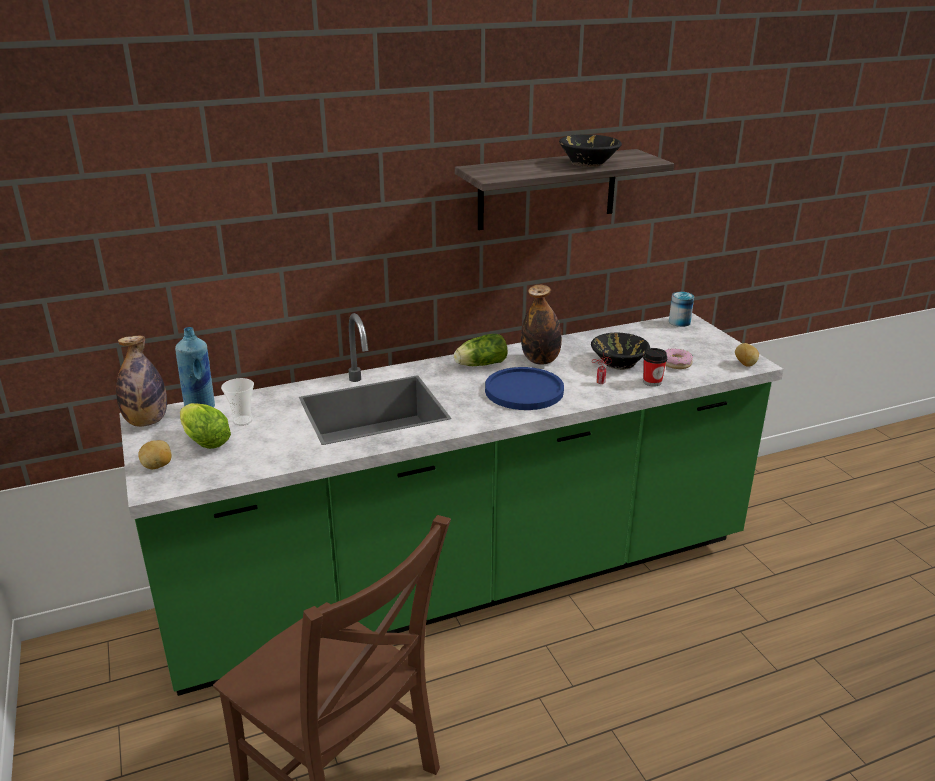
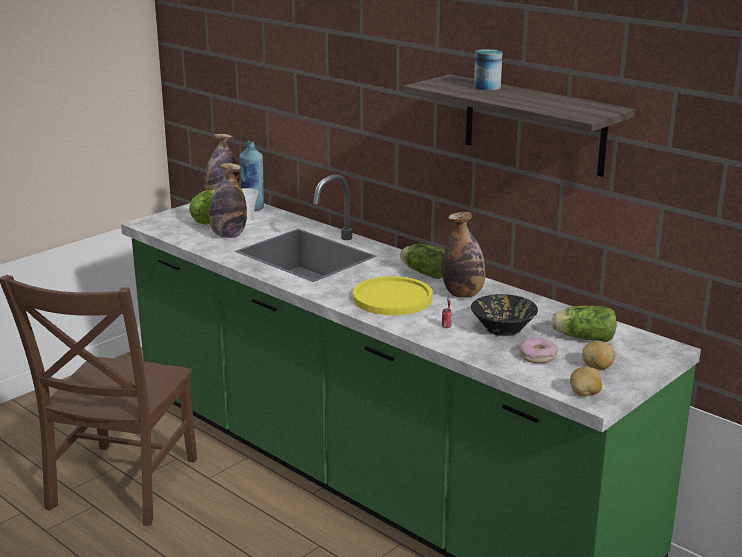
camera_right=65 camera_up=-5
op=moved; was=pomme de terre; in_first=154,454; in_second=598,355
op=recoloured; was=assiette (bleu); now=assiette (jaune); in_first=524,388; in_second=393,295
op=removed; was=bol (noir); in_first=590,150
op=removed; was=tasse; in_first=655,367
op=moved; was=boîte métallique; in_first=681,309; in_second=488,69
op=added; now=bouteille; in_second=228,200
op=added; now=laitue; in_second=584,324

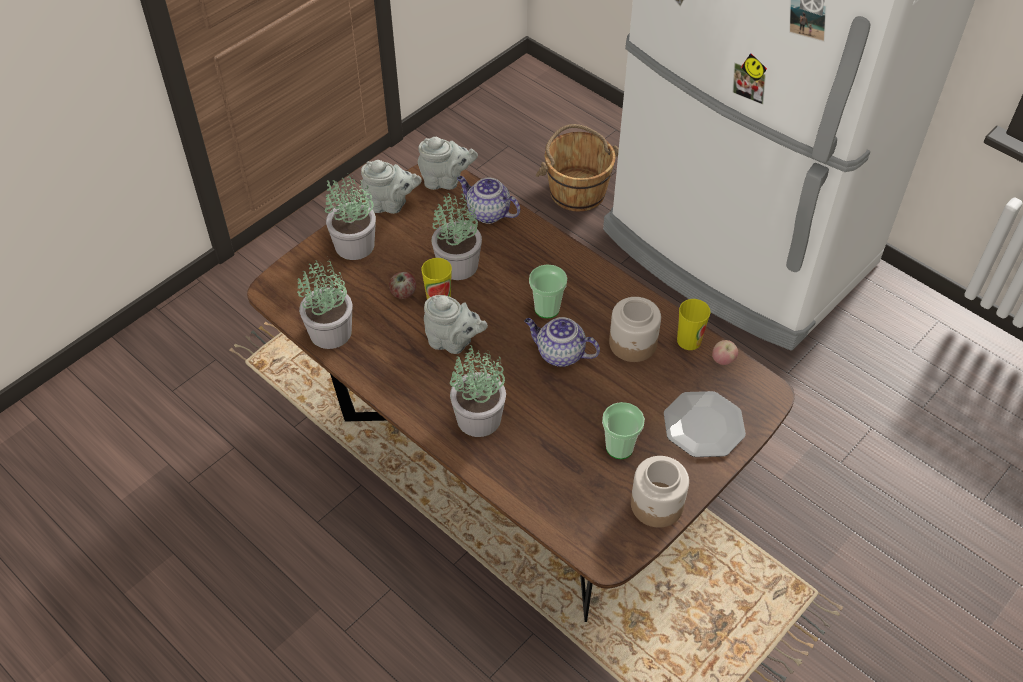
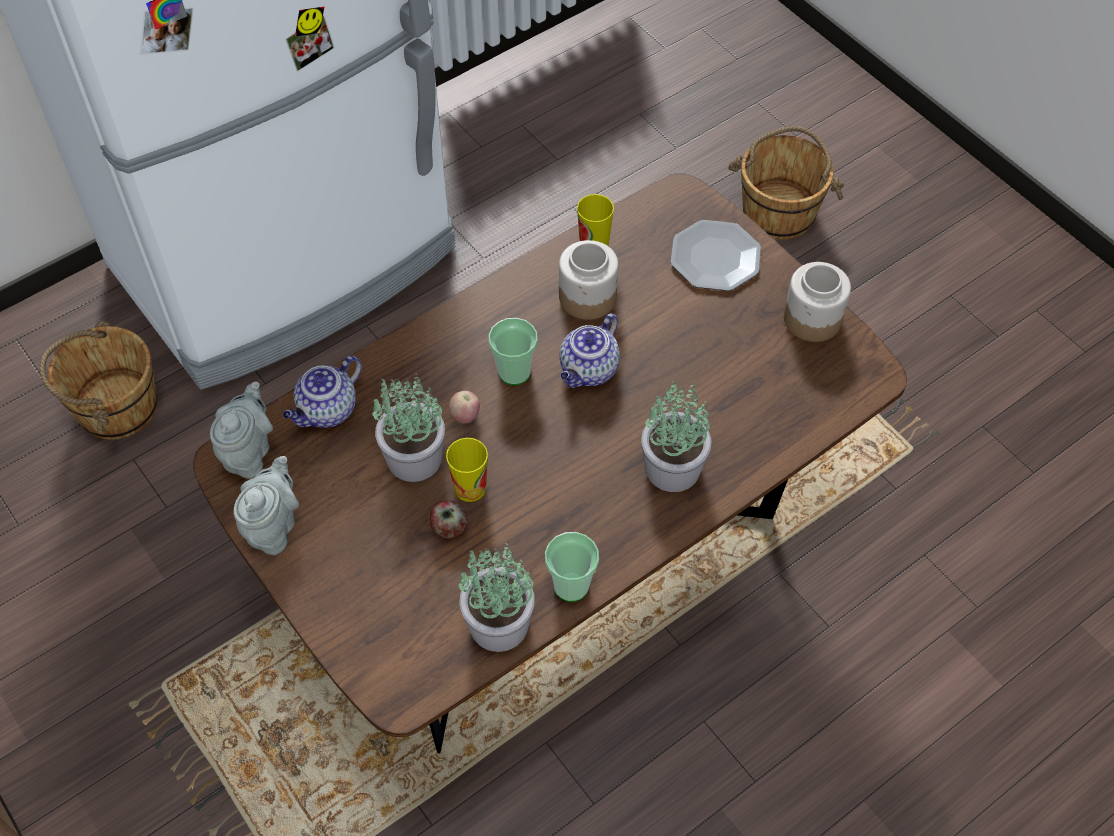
camera_right=-80 camera_up=5
op=removed; was=plante en pot; in_first=350,216
op=removed; was=théière (gris); in_first=456,324
op=moved; was=tasse; in_first=623,430; in_second=572,567
op=moved; was=pomme; in_first=725,352; in_second=464,407
op=added; now=seau (marron); in_second=786,183

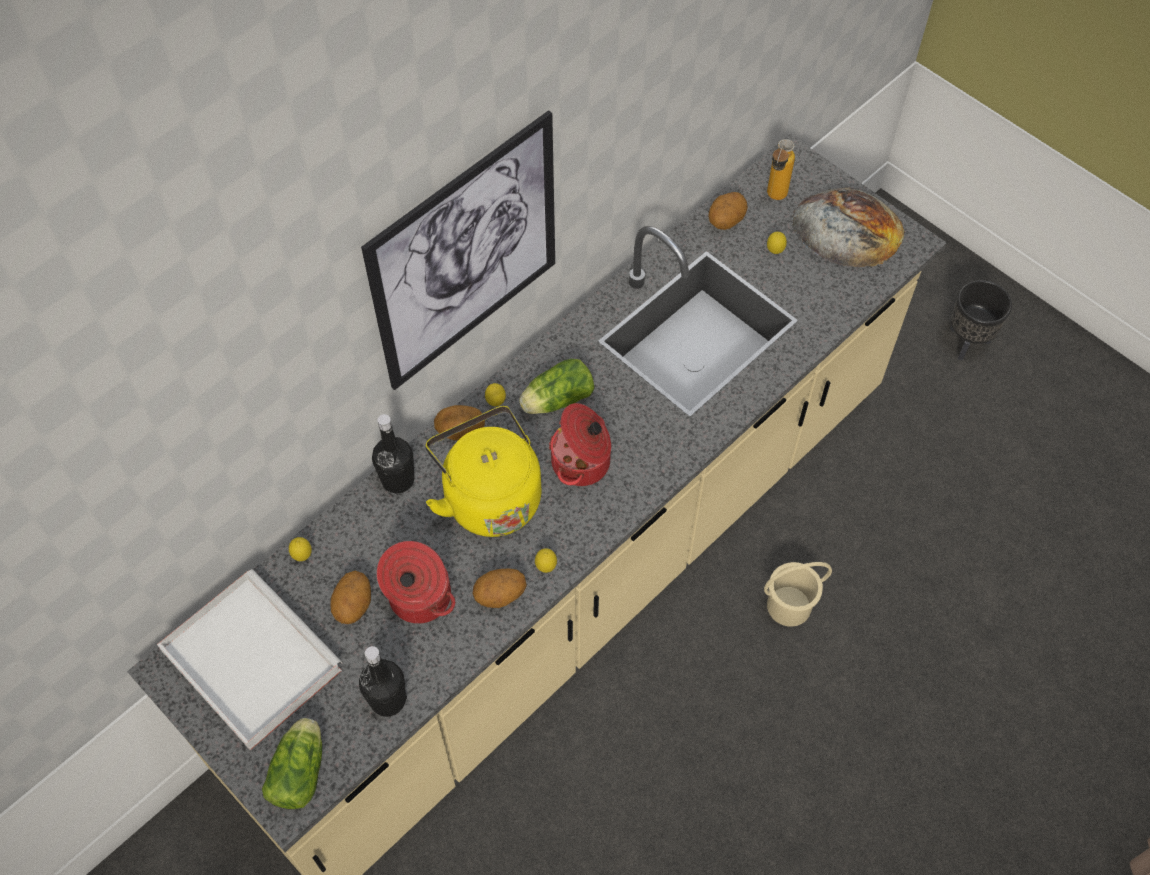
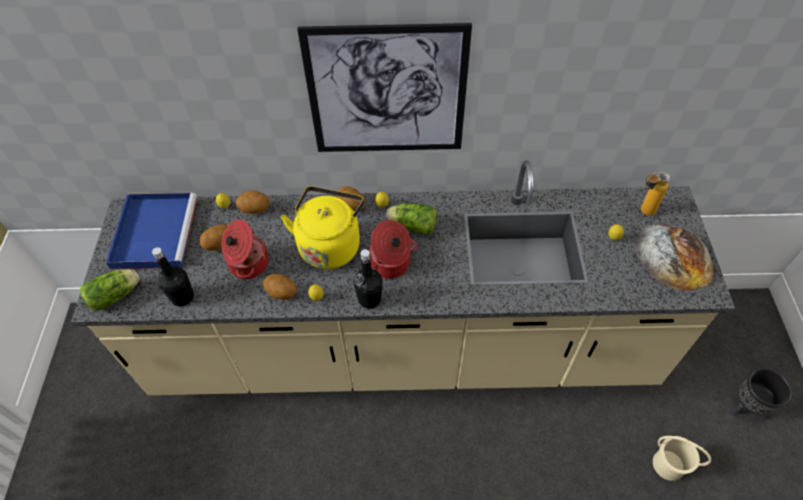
camera_right=45 camera_up=-5
op=recoloured; was=plateau (blanc); now=plateau (bleu); in_first=249,659; in_second=151,231
op=moved; was=bouteille (noir); in_first=393,453; in_second=368,279
op=moved; was=pomme de terre; in_first=728,211; in_second=252,202
op=moved; was=seau (beige); in_first=798,594; in_second=682,458

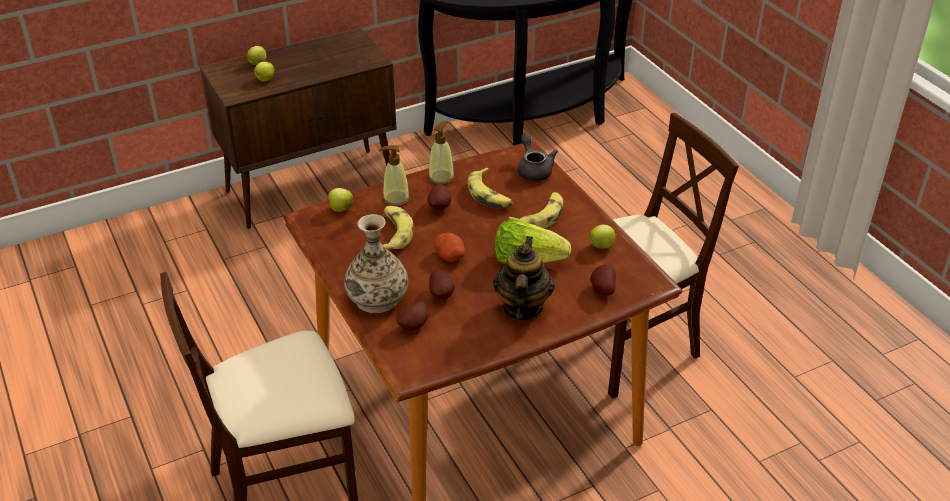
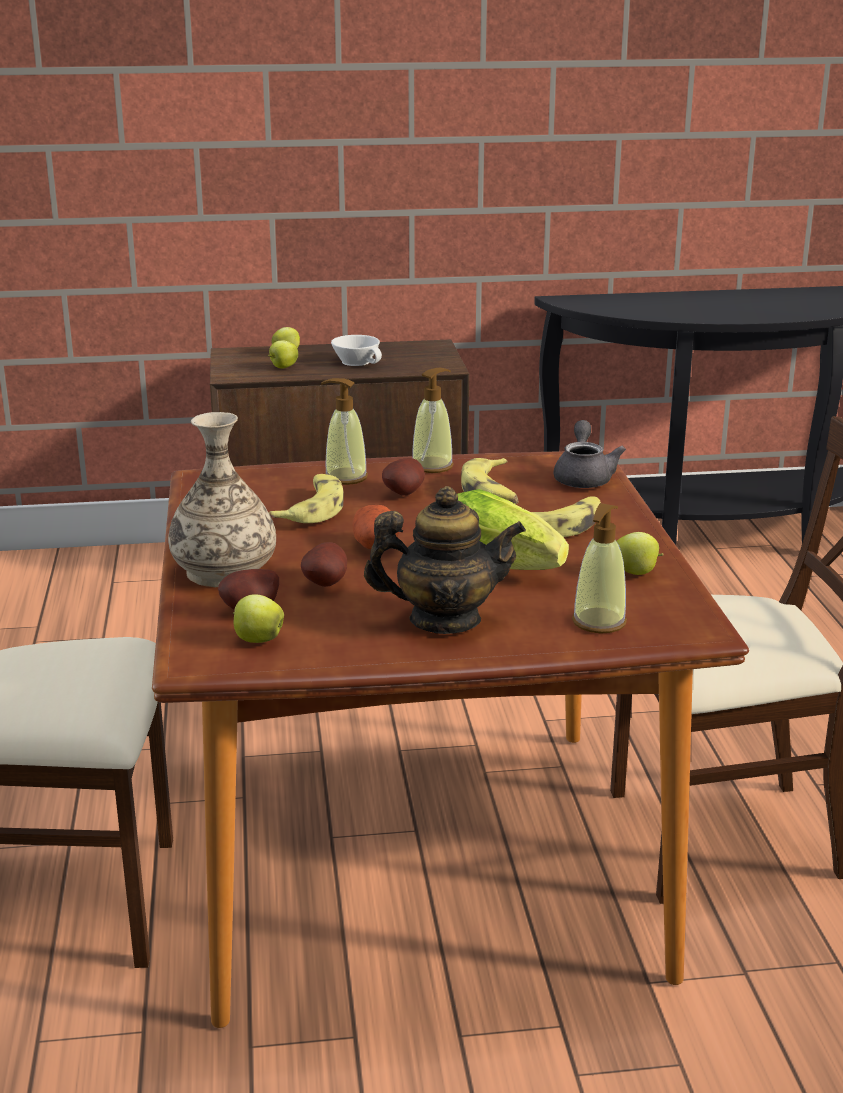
camera_right=20 camera_up=-15
op=moved; was=pomme; in_first=339,200; in_second=258,618
op=turned; was=théière; in_first=524,278; in_second=445,560; clockwise=60
op=replaced; was=pomme de terre; now=distributeur de savon; in_first=603,280; in_second=599,568
op=added; now=tasse (blanc); in_second=356,350

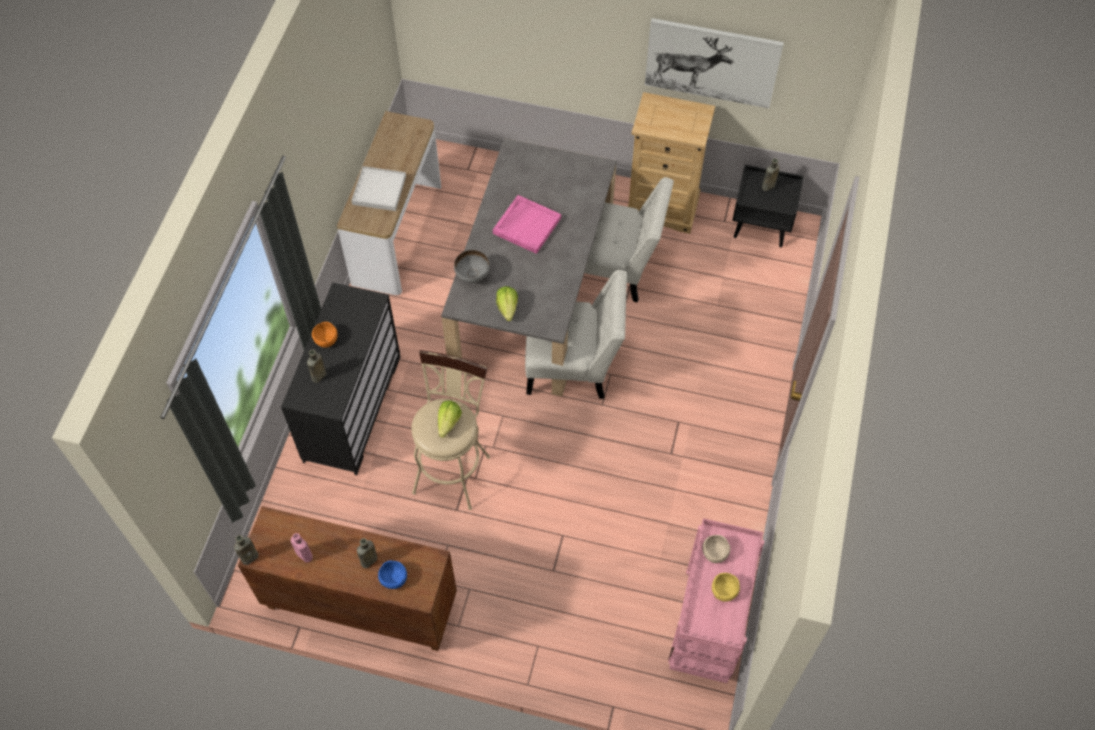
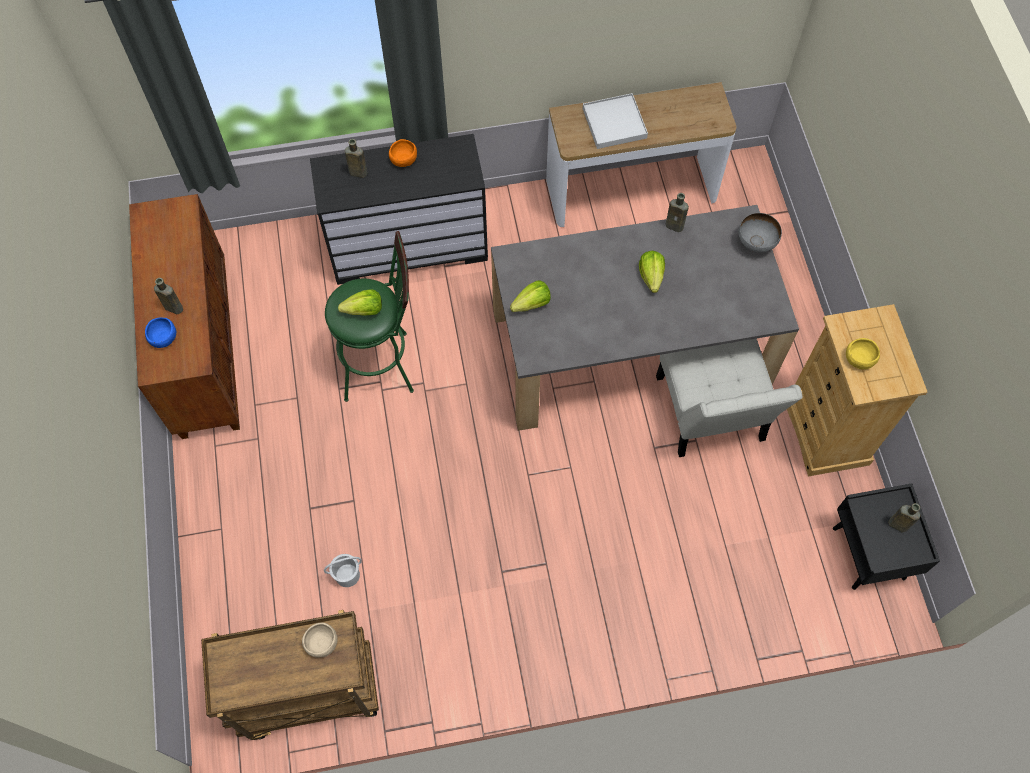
camera_right=65 camera_up=5
op=moved; was=bouteille (marron); in_first=246,550; in_second=677,212
op=removed; was=bouteille (rose); in_first=302,548
op=recoloured; was=tabouret (beige); now=tabouret (vert); in_first=450,430; in_second=369,316
op=moved; was=bol (gris); in_first=472,266; in_second=760,233
op=replaced; was=plateau (rose); now=laitue; in_first=527,224; in_second=652,272
op=removed; was=chaise (blanc); in_first=576,334
op=removed; was=tableau; in_first=714,63
op=recoloured; was=chariot (rose); now=chariot (marron); in_first=716,600; in_second=290,675
op=moved; was=bol (jaune); in_first=726,587; in_second=863,353
op=added; now=seau (blanc); in_second=343,570

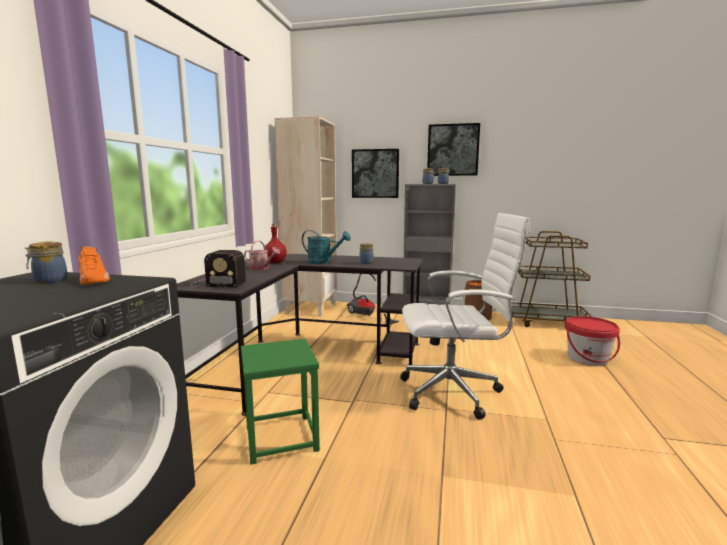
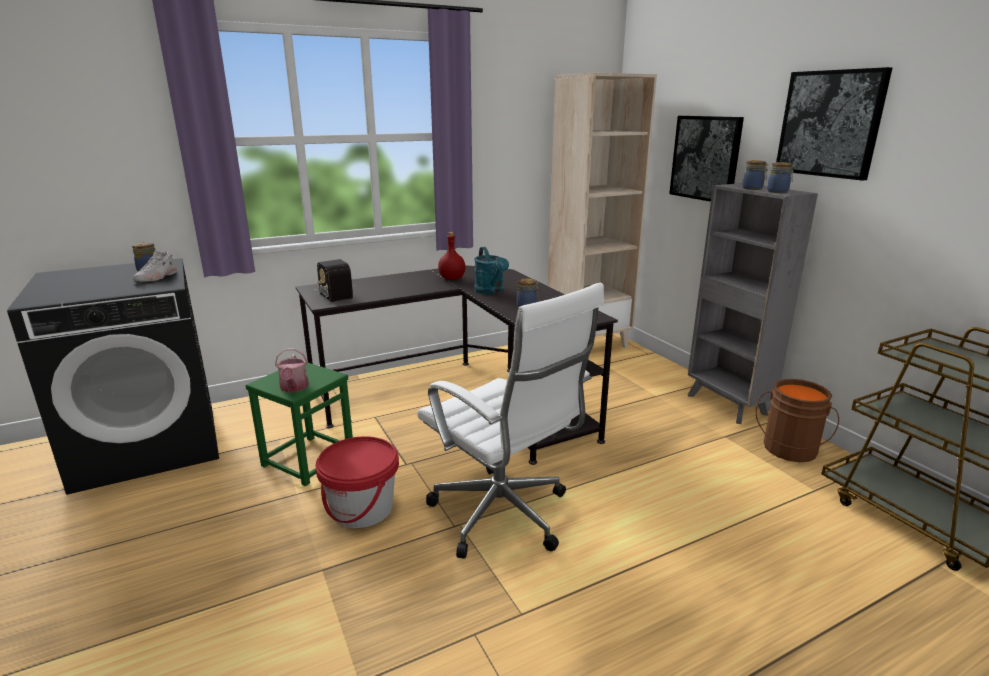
camera_right=50 camera_up=10
op=recoloured; was=chaussure (orange); now=chaussure (blanc); in_first=94,266; in_second=155,266
op=moved; was=arrosoir; in_first=262,255; in_second=292,370
op=removed; was=aspirateur; in_first=373,299
op=moved; was=seau (rouge); in_first=592,341; in_second=357,482

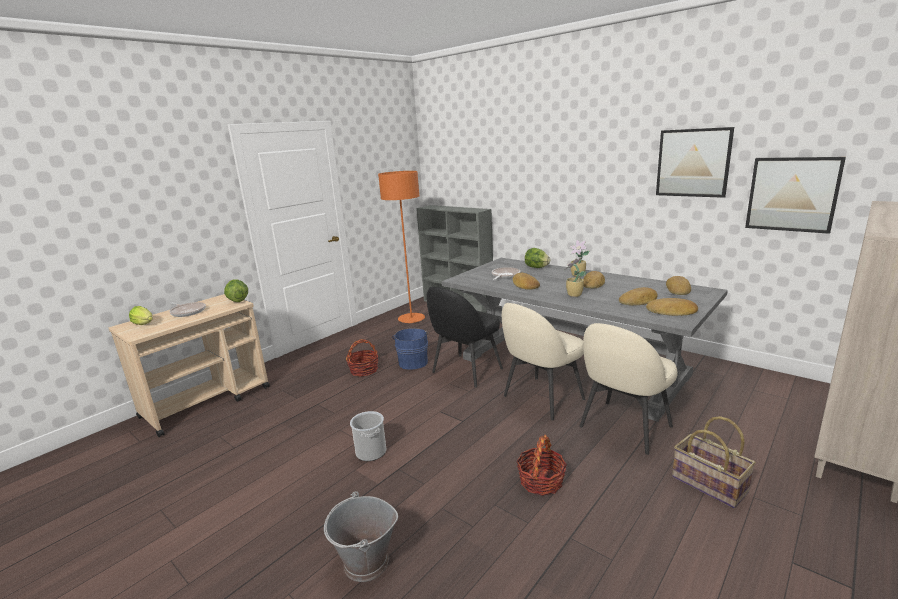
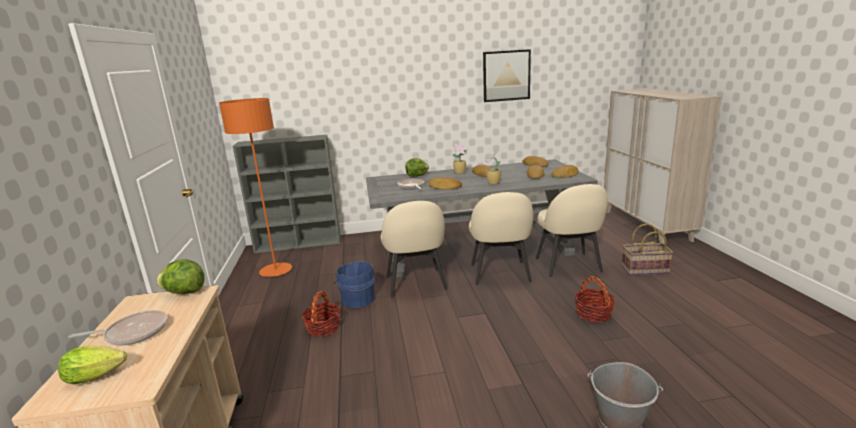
camera_right=-50 camera_up=0
op=removed; was=seau; in_first=368,436
op=recoloured; was=chaise (noir); now=chaise (beige); in_first=464,337; in_second=414,249
op=removed; was=tableau; in_first=795,195

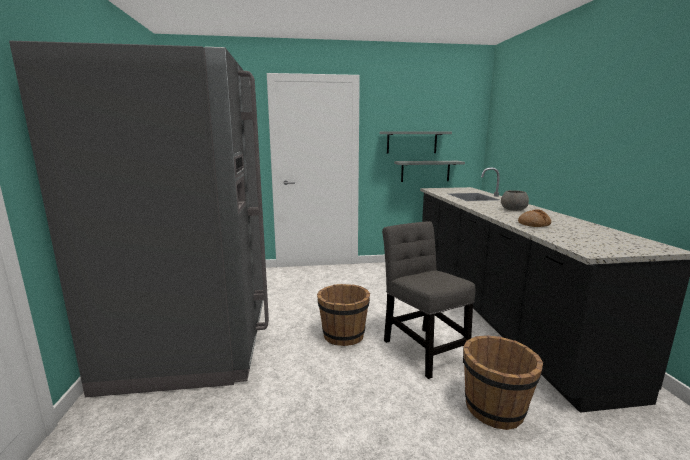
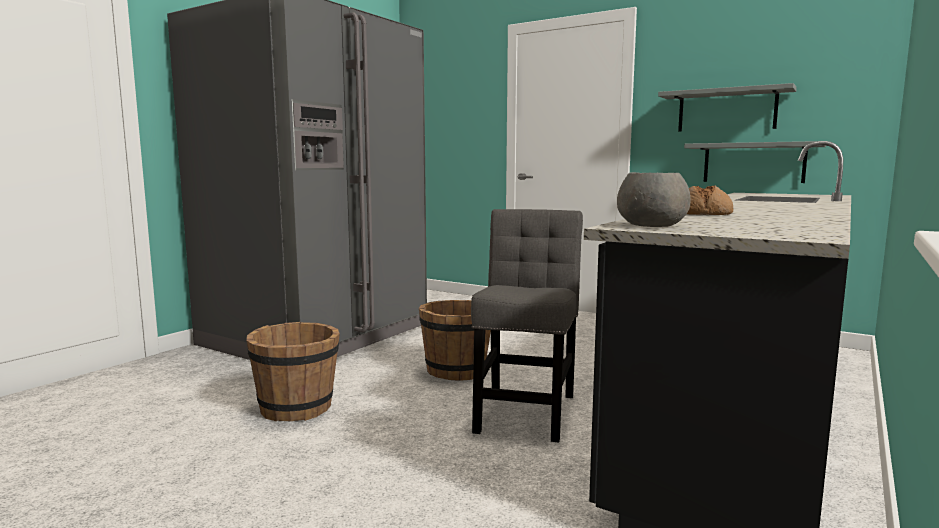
camera_right=40 camera_up=-5
op=moved; was=seau (marron); in_first=503,382; in_second=293,371
op=moved; was=bol (gris); in_first=515,200; in_second=654,199

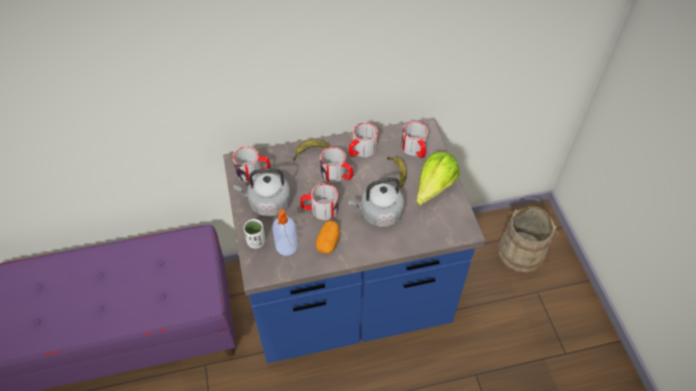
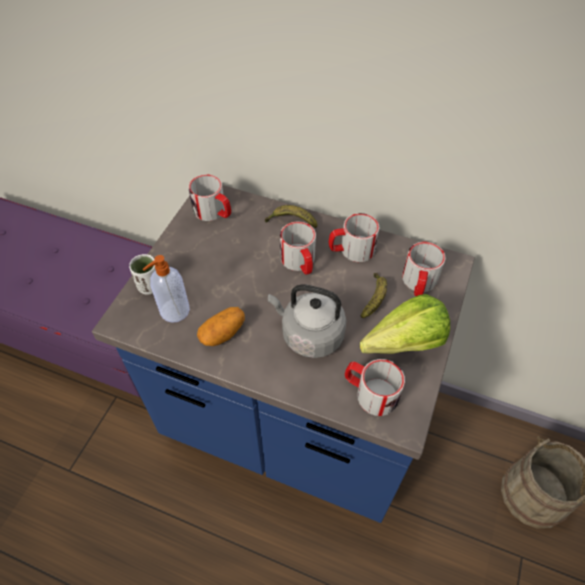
camera_right=35 camera_up=0
op=removed; was=bouilloire (gris); in_first=262,192
op=moved; was=mug; in_first=319,201; in_second=375,387

